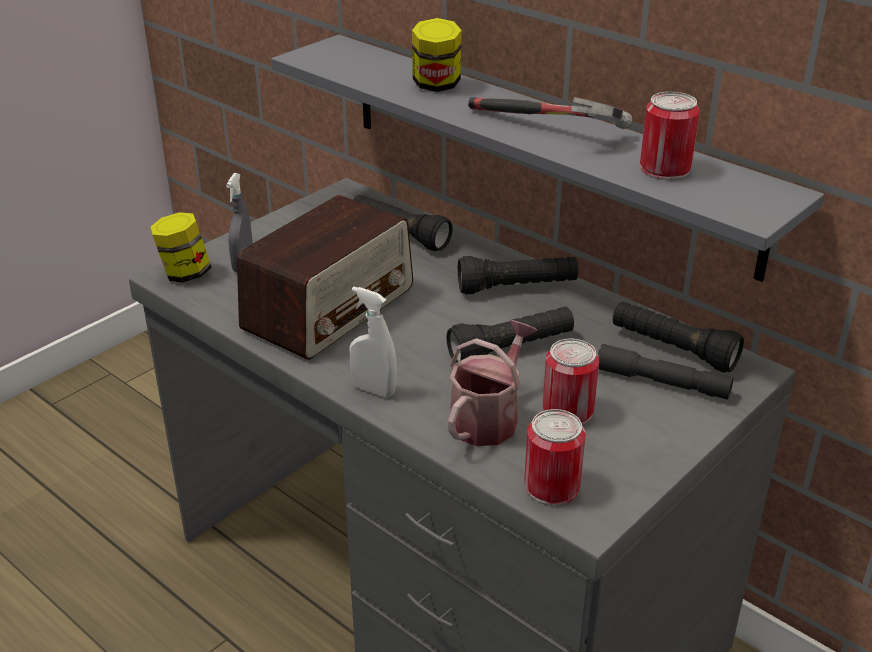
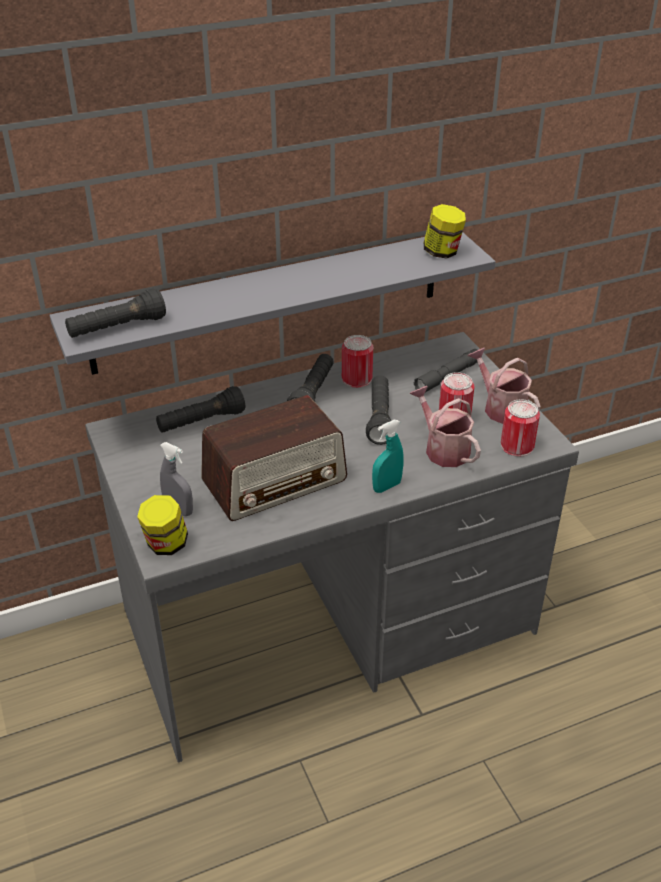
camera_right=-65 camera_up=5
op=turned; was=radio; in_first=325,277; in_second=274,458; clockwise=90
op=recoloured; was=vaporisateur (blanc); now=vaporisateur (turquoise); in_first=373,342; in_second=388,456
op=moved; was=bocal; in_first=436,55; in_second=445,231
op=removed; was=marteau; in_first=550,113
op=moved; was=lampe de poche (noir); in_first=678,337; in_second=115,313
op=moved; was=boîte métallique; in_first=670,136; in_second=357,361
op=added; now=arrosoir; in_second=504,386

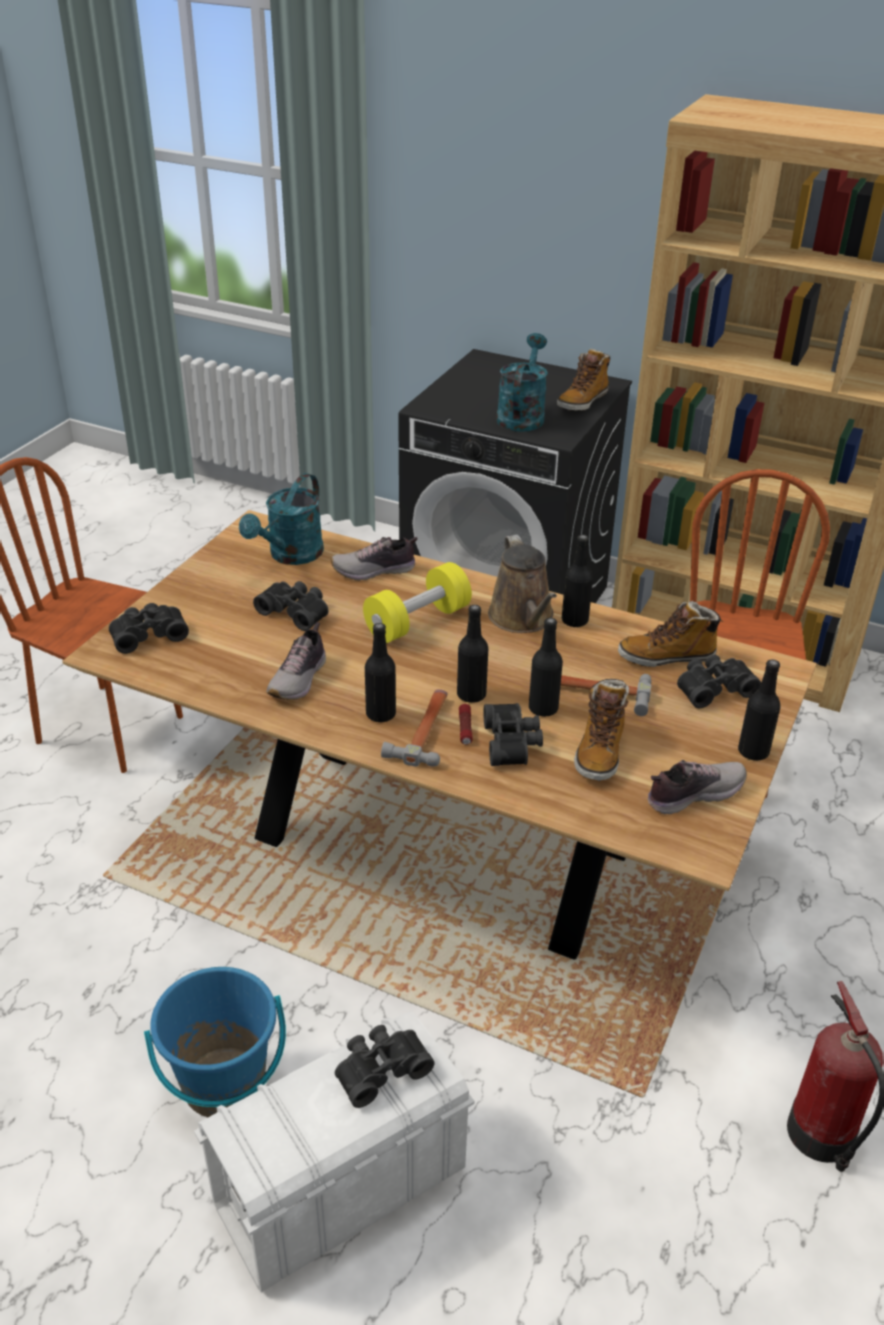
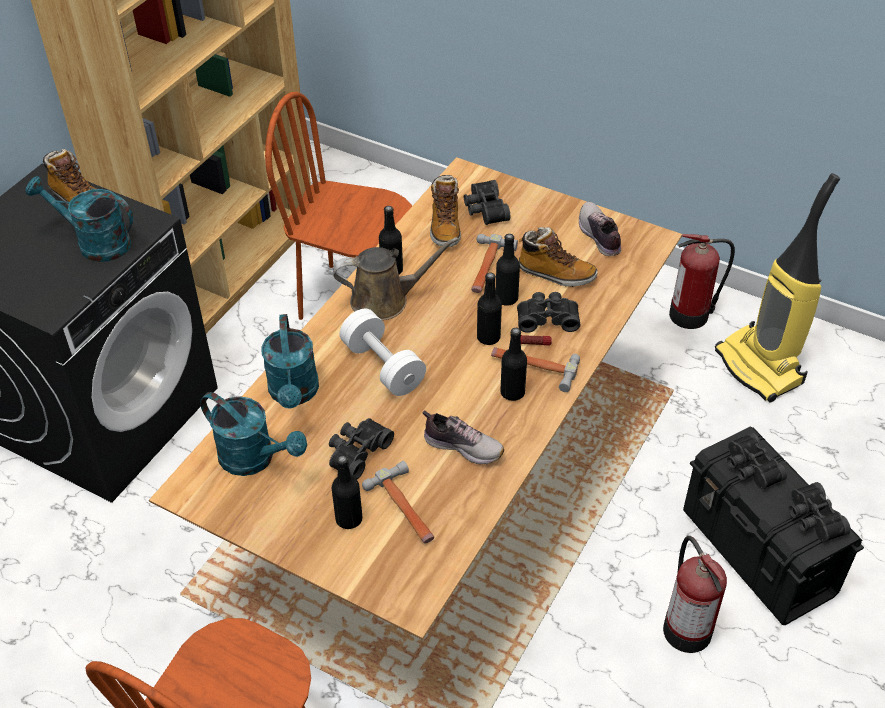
camera_right=-85 camera_up=10
op=moved; was=jumelles (noir); in_first=149,628; in_second=820,512
op=replaced; was=seau (bleu); now=extincteur; in_first=215,1042; in_second=695,594
op=recoloured; was=boîte de rangement (blanc); now=boîte de rangement (noir); in_first=334,1151; in_second=773,526
op=replaced; was=chaussure; now=arrosoir (turquoise); in_first=374,559; in_second=290,361
op=recoloured; was=haltère (jaune); now=haltère (blanc); in_first=417,602; in_second=383,352
op=moved; was=bouteille (noir); in_first=759,710; in_second=347,492
op=added; now=marteau; in_second=398,502
op=added; now=aspirateur; in_second=777,288

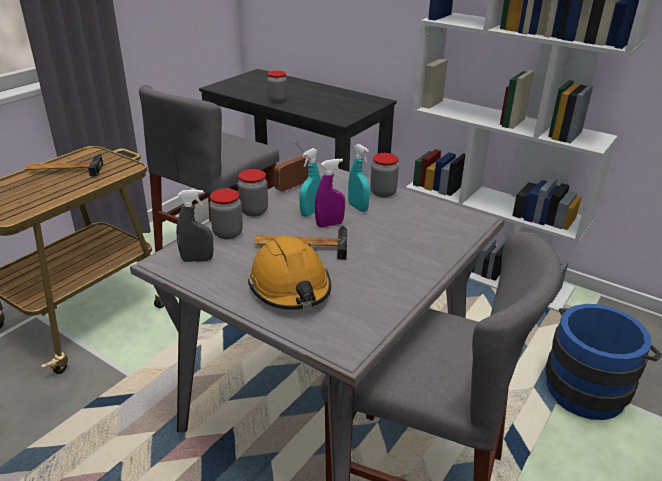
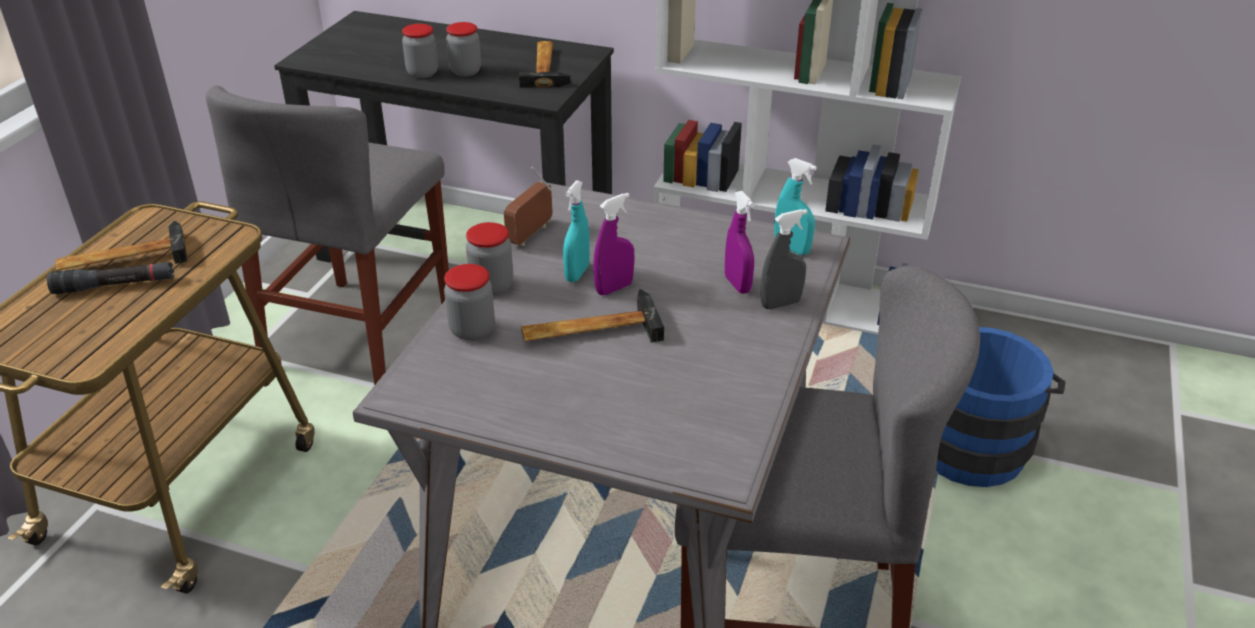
camera_right=-15 camera_up=5
op=moved; was=vaporisateur (gris); in_first=194,226; in_second=784,259
op=removed; was=casque de chantier (orange); in_first=289,273
op=moved; was=vaporisateur (turquoise); in_first=359,178; in_second=795,206
op=moved; was=bocal; in_first=384,175; in_second=463,49
op=added; now=lampe de poche (noir); in_second=110,278
op=added; now=marteau; in_second=545,64
op=added; now=vaporisateur (violet); in_second=739,242

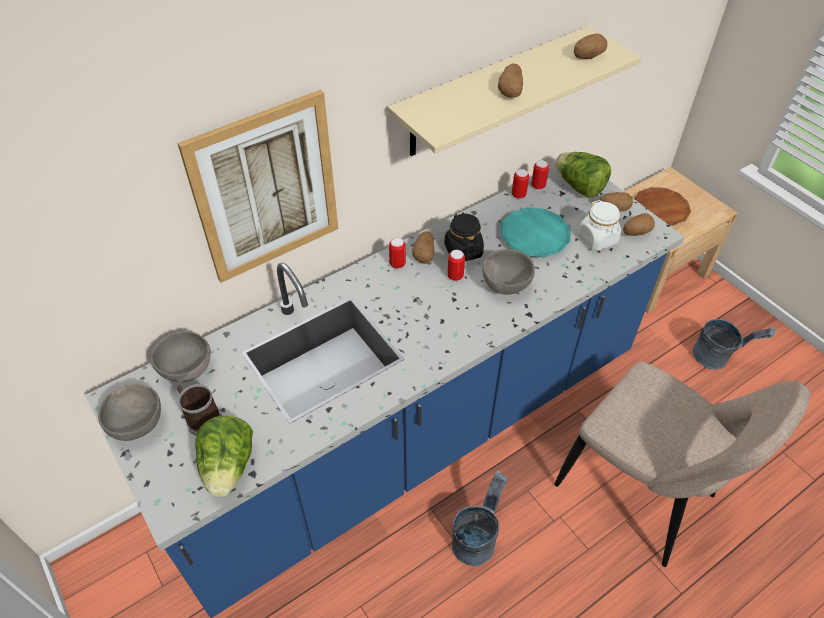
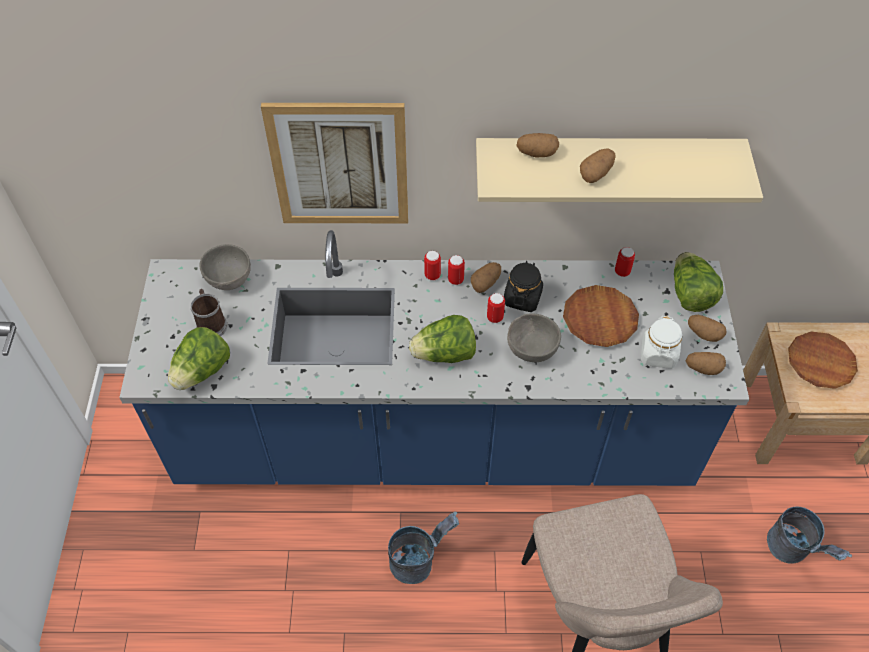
camera_right=35 camera_up=5
op=removed; was=bol (gris); in_first=129,412
op=recoloured; was=assiette (turquoise); now=assiette (marron); in_first=536,232; in_second=601,316
op=moved; was=boîte métallique; in_first=540,175; in_second=432,266
op=moved; was=pomme de terre; in_first=590,46; in_second=537,145
op=added; now=laitue; in_second=442,339

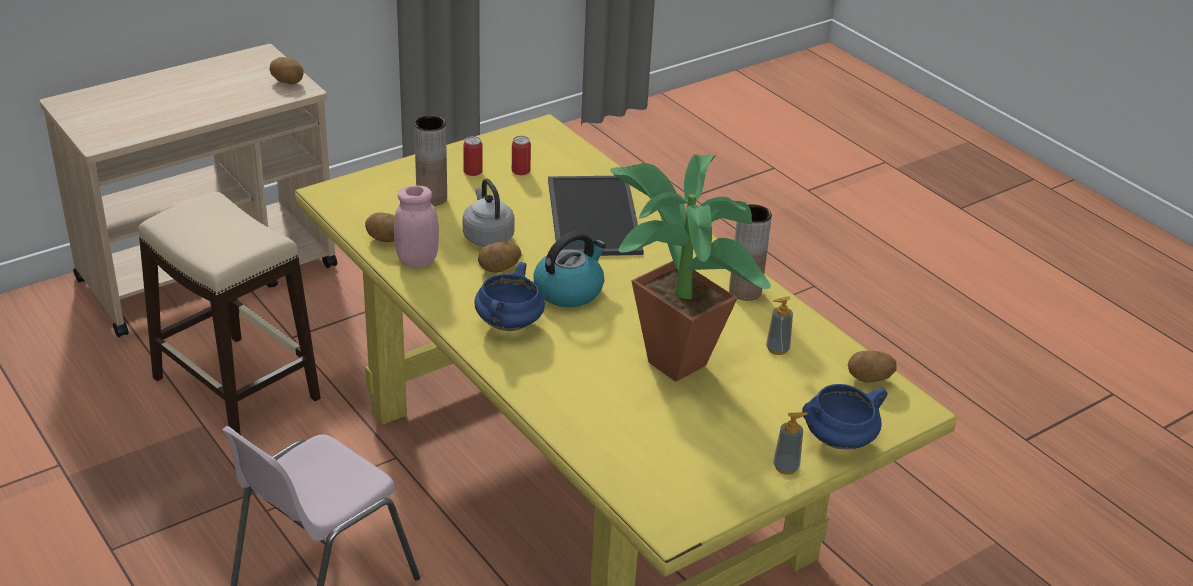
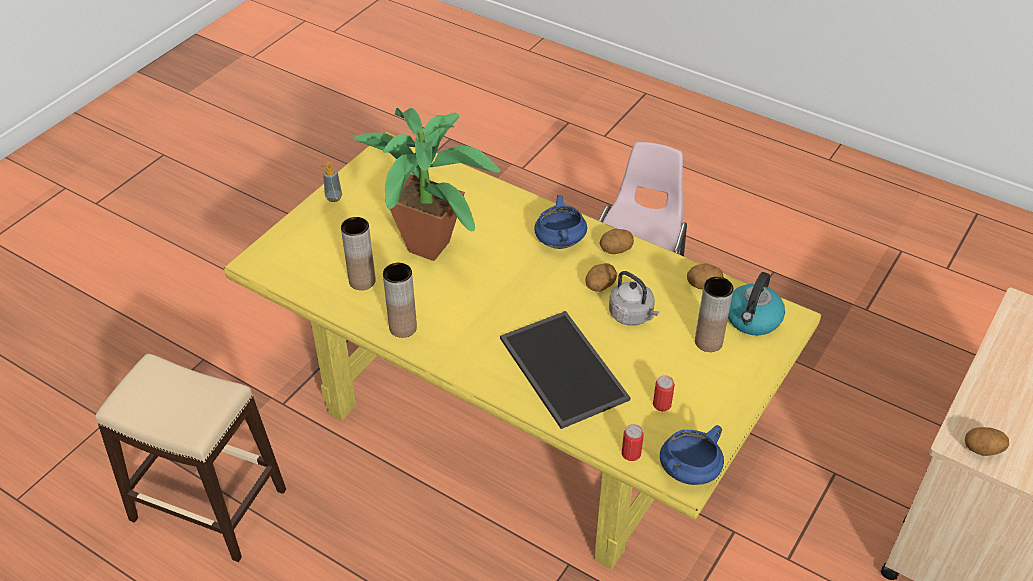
camera_right=160 camera_up=10
op=moved; was=tabouret (beige); in_first=229,313; in_second=190,457
op=removed; was=bocal (rose); in_first=416,226
op=moved; was=boîte métallique; in_first=473,156; in_second=632,442
op=moved; was=bouilloire; in_first=569,269; in_second=756,303
op=replaced; was=distributeur de savon; now=vase (marron); in_first=779,325; in_second=358,253
op=moved; was=marmite (bleu); in_first=844,416; in_second=692,455
op=moved; was=pomme de terre; in_first=872,366; in_second=616,241

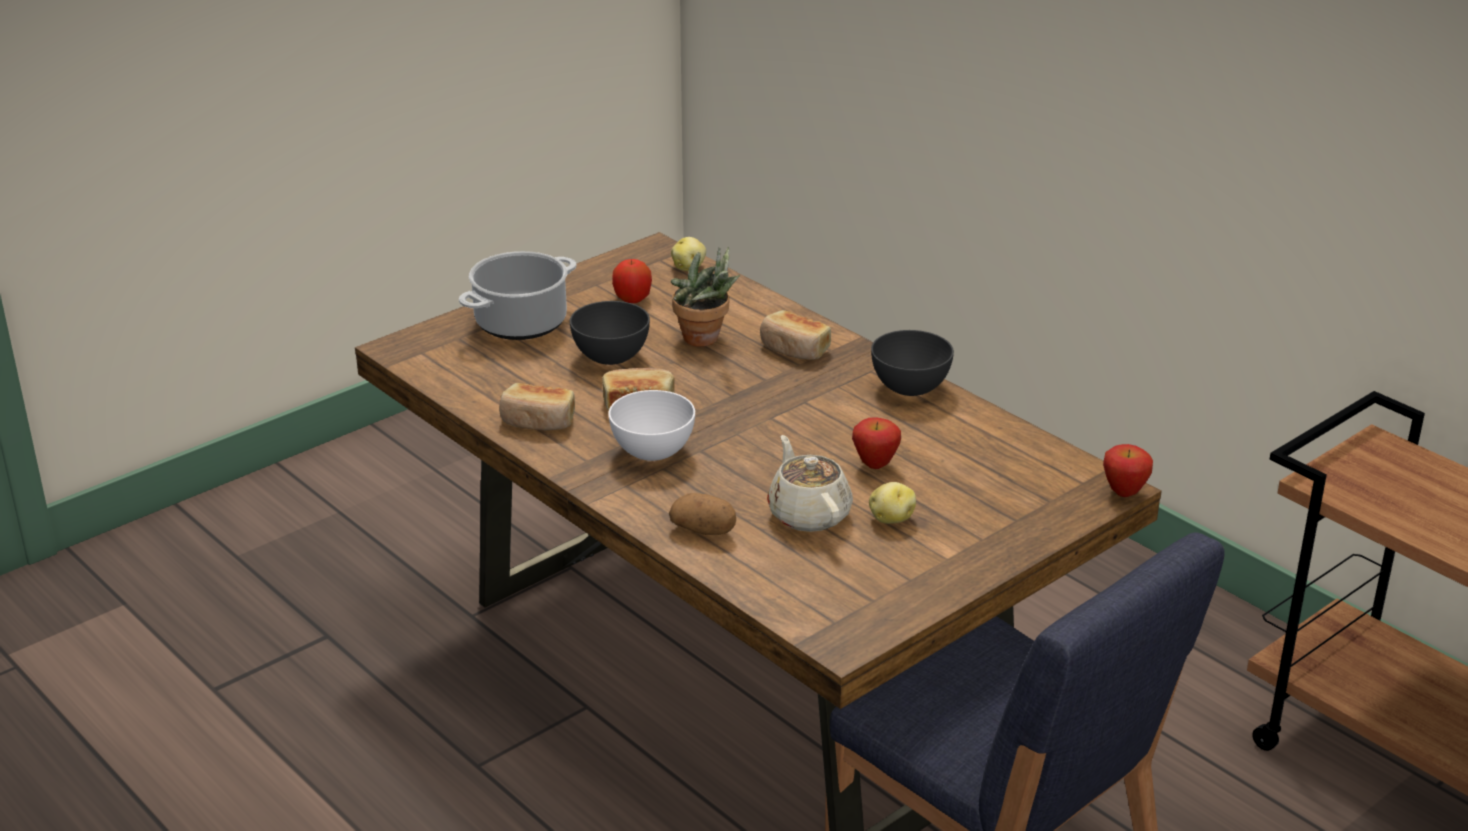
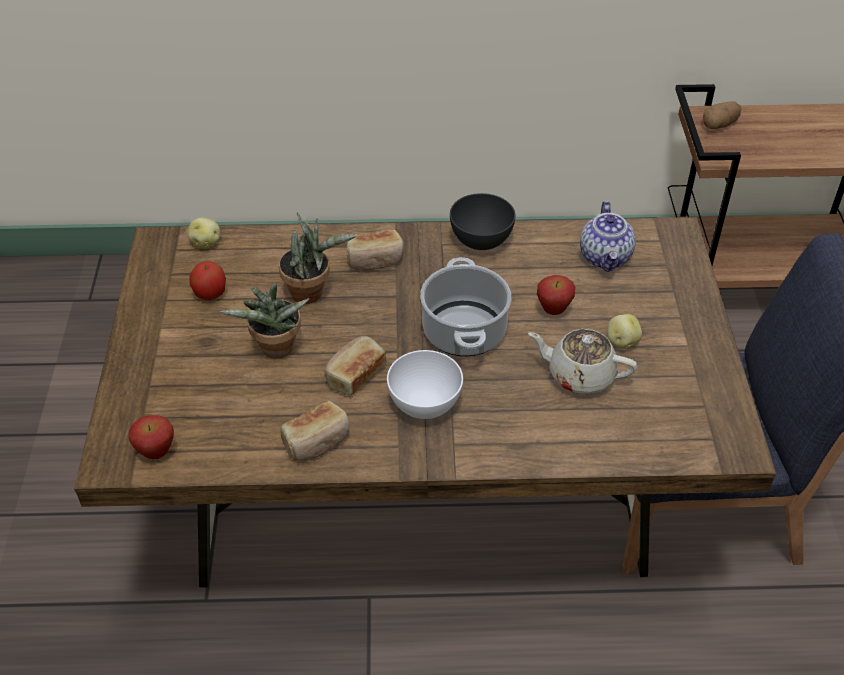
camera_right=-50 camera_up=15
op=moved; was=marmite; in_first=518,295; in_second=465,306
op=replaced; was=bol (gris); now=plante en pot; in_first=610,333; in_second=264,320
op=moved; was=pomme de terre; in_first=702,514; in_second=722,115
op=moved; was=pomme; in_first=1128,470; in_second=151,437
op=added; now=théière; in_second=608,236

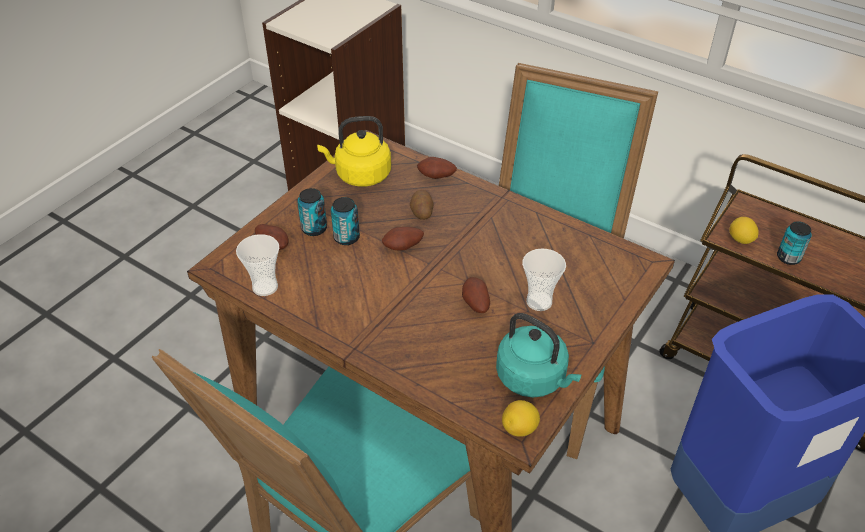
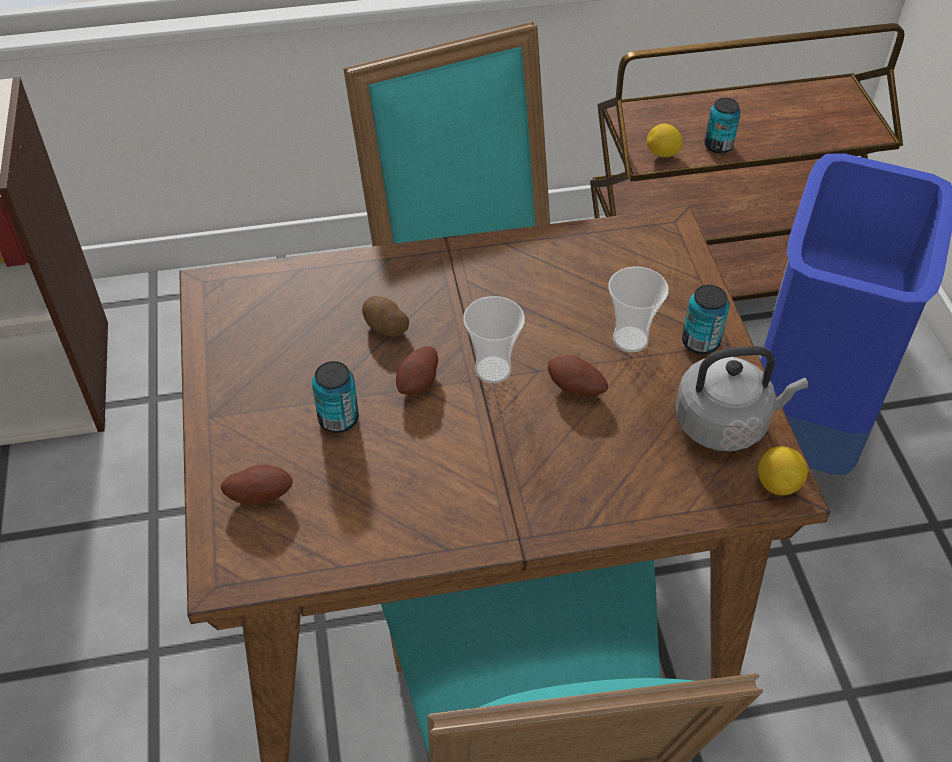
camera_right=-45 camera_up=5
op=moved; was=tasse; in_first=257,265; in_second=494,339
op=moved; was=boîte métallique; in_first=312,212; in_second=705,319
op=removed; was=bouilloire (jaune); in_first=354,151
op=removed; was=pomme de terre; in_first=437,168
op=recoloured; was=bouilloire (turquoise); now=bouilloire (gris); in_first=538,355; in_second=741,398

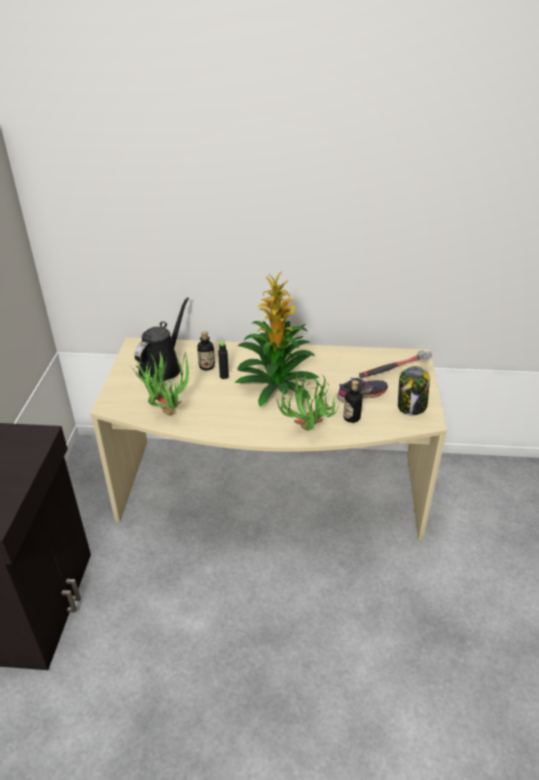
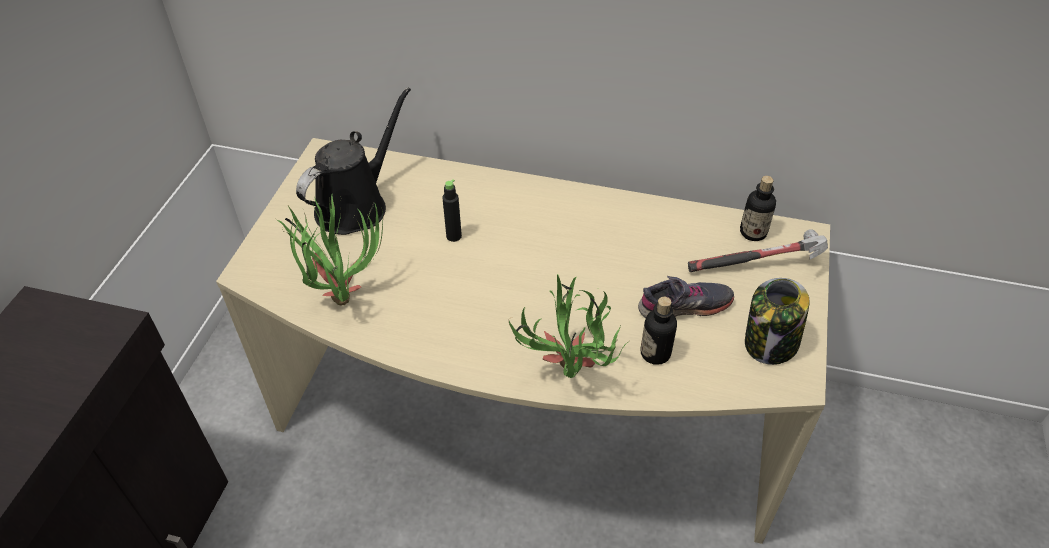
camera_right=10 camera_up=10
op=moved; was=bouteille; in_first=206,350; in_second=758,208
op=removed; was=plante en pot; in_first=277,339

